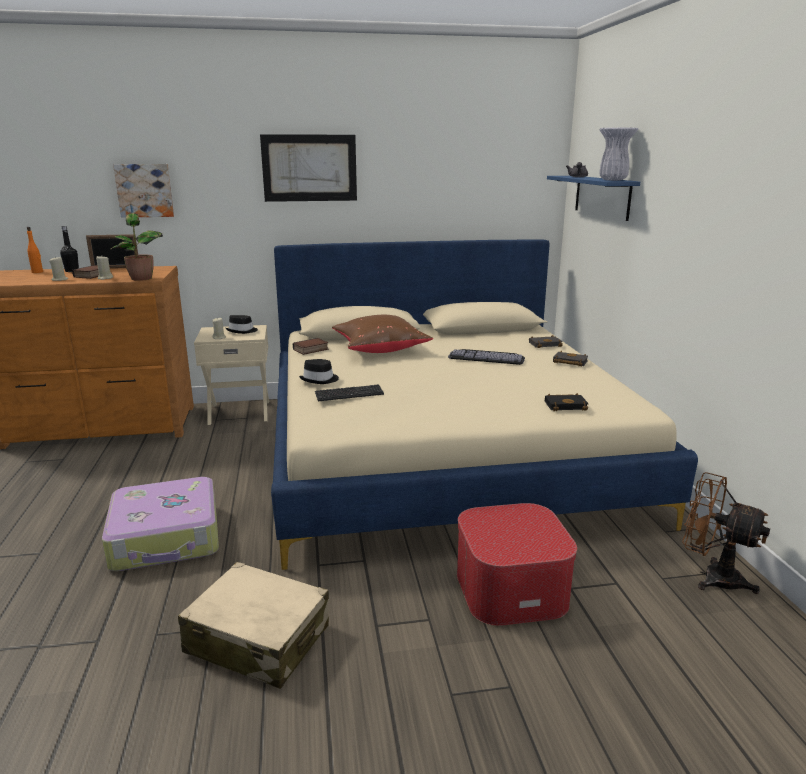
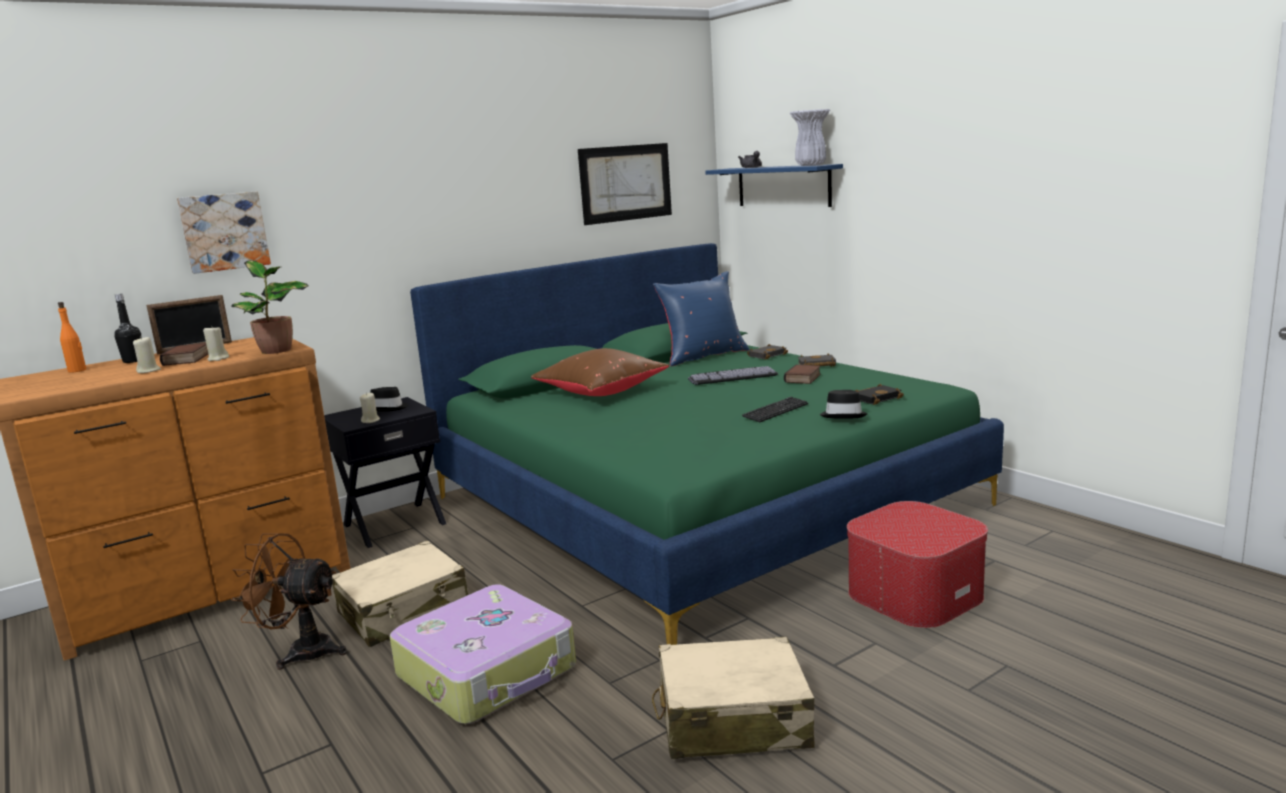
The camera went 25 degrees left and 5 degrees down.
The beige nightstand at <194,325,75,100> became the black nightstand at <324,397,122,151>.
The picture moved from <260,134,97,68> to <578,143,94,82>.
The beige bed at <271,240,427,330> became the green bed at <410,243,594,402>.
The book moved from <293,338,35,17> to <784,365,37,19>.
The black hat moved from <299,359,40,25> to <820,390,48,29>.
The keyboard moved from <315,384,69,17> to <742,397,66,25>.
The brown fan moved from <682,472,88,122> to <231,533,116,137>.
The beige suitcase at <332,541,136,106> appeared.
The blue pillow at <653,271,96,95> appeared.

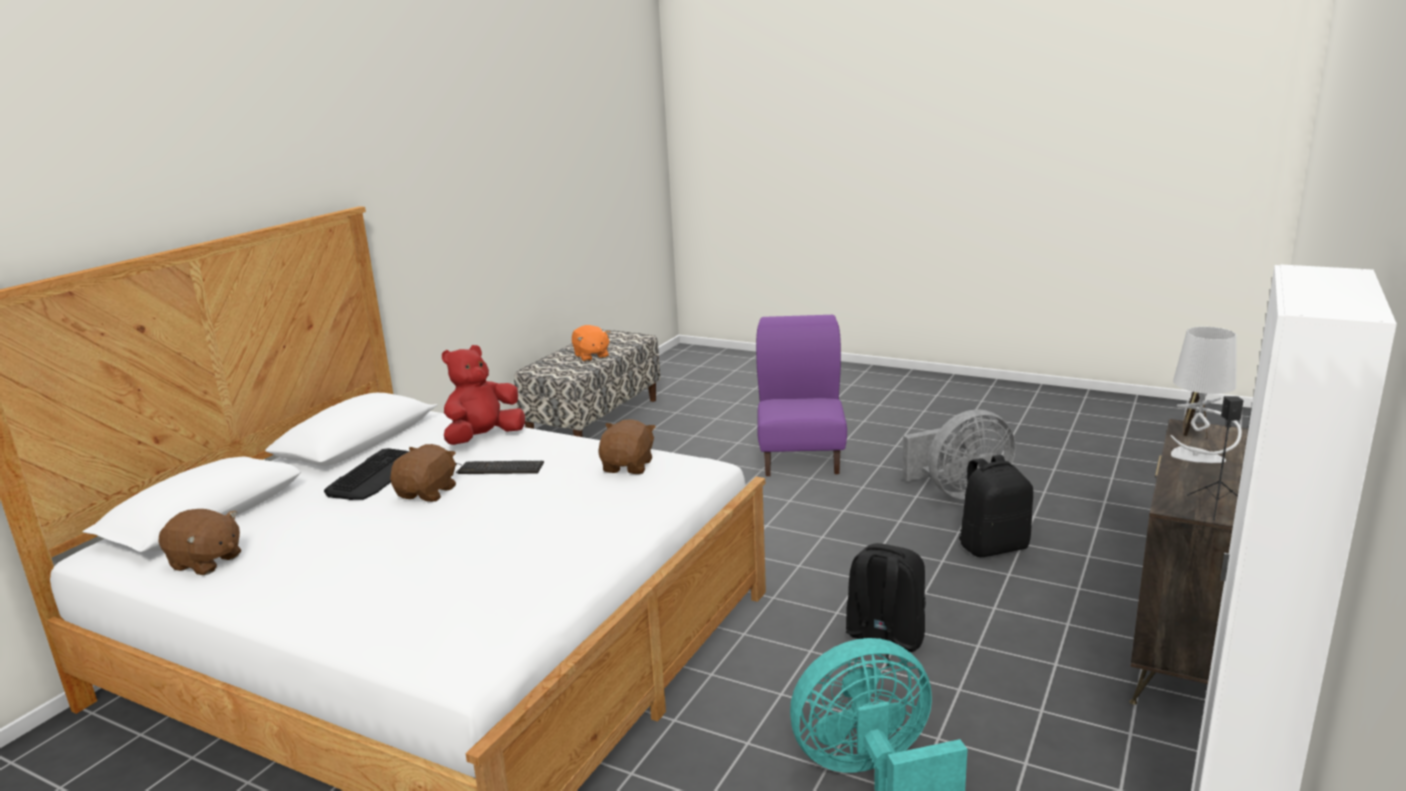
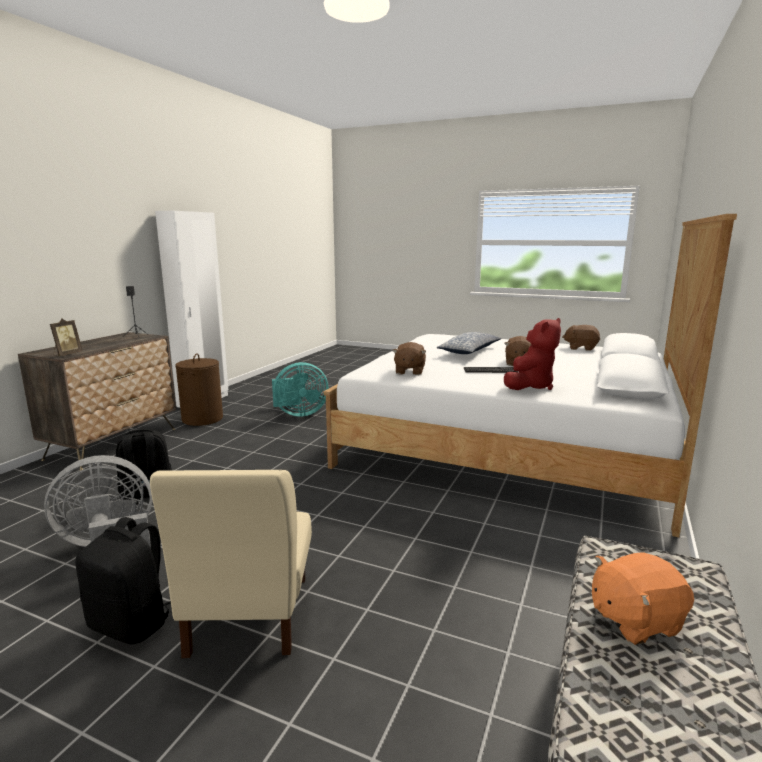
The camera went 175 degrees right and 5 degrees down.
The keyboard at <324,448,86,52> disappeared.
The orange plush toy at <572,325,38,36> turned 75 degrees counterclockwise.
The purple chair at <756,315,91,161> became the beige chair at <150,470,162,188>.
The black backpack moved from <846,543,80,123> to <75,517,96,127>.
The grey table lamp at <1170,327,72,136> disappeared.
The brown laundry basket at <175,353,48,73> appeared.
The pillow at <437,332,64,22> appeared.

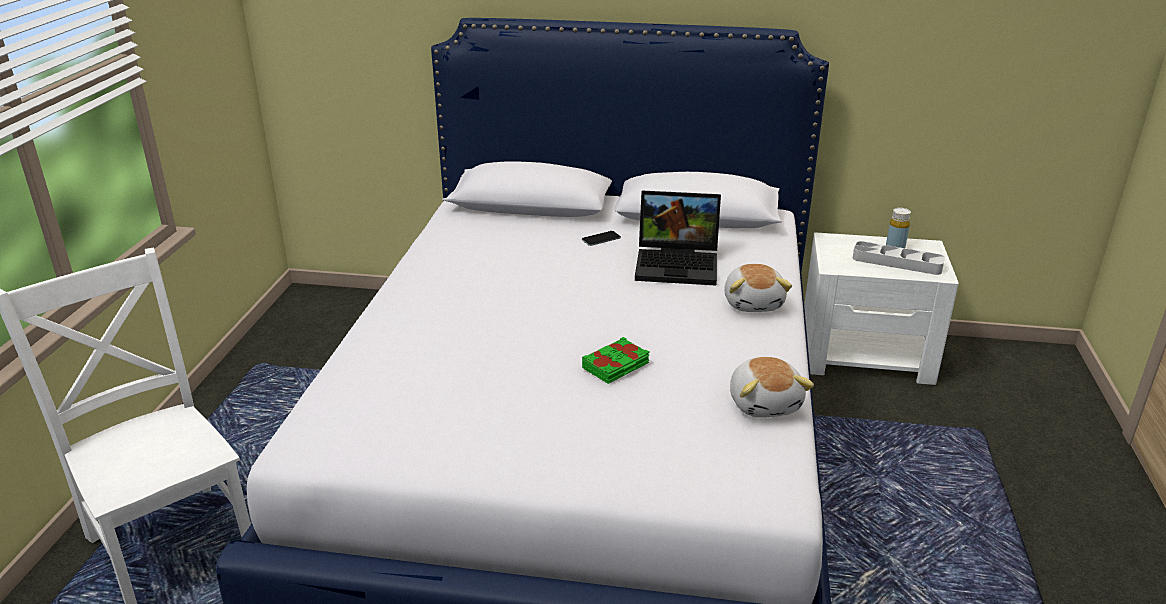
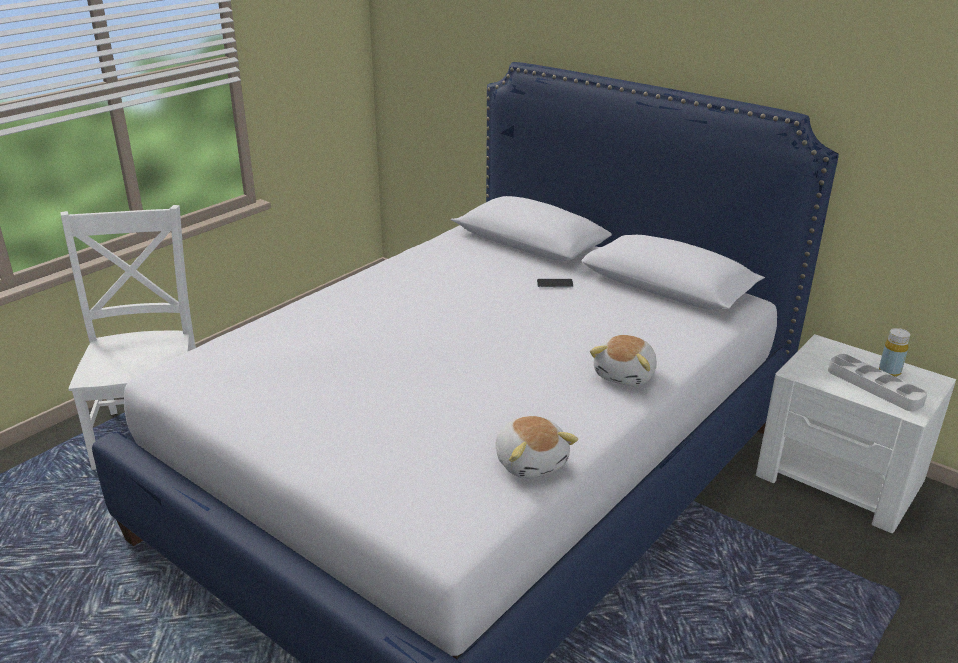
The camera went 30 degrees right and 0 degrees up.
The green book at <582,337,68,47> disappeared.
The laptop at <635,191,86,94> disappeared.
The plush toy at <730,357,84,60> turned 45 degrees counterclockwise.

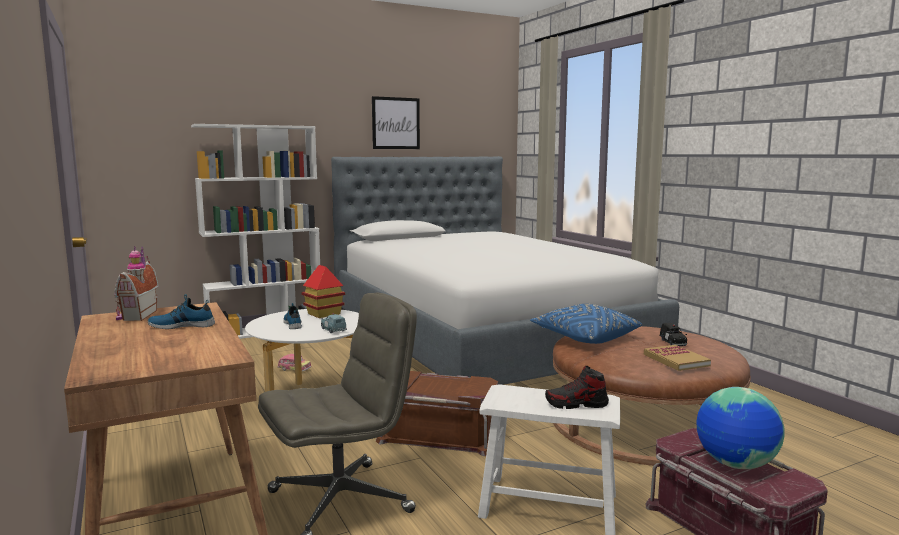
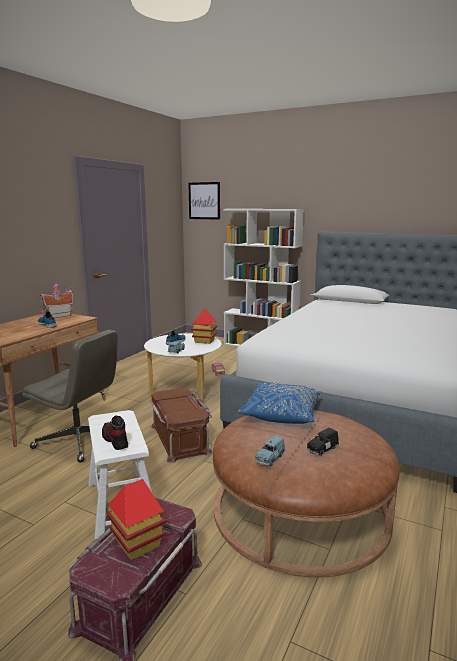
The camera went 55 degrees right and 5 degrees up.
The picture moved from <372,96,48,53> to <189,182,31,38>.
The book at <644,345,67,26> was replaced by the blue toy car at <255,435,30,31>.
The globe at <696,387,89,82> was replaced by the toy house at <107,479,59,81>.

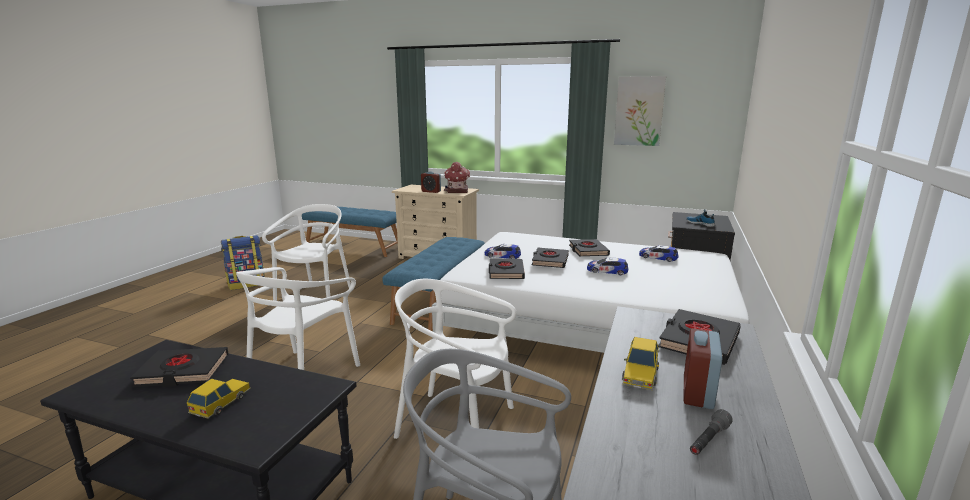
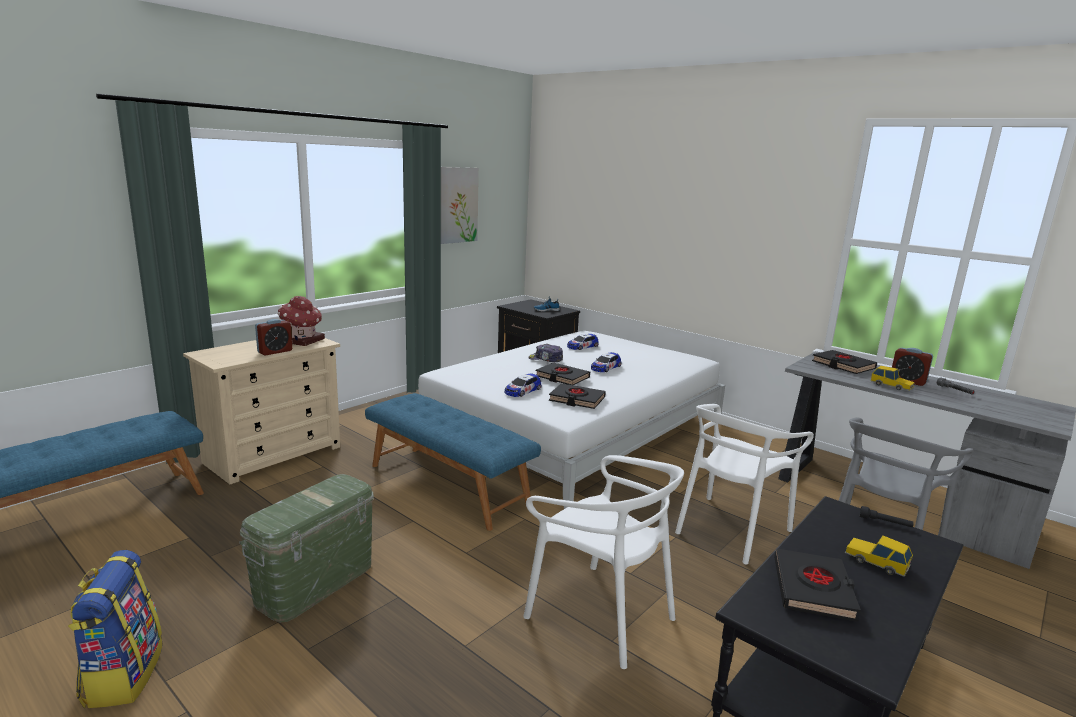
The camera went 70 degrees left and 0 degrees up.
The white chair at <262,204,89,97> was replaced by the green storage box at <239,474,135,149>.
The black book at <569,239,41,17> was replaced by the cap at <528,344,35,18>.
The black flashlight at <859,506,55,21> appeared.

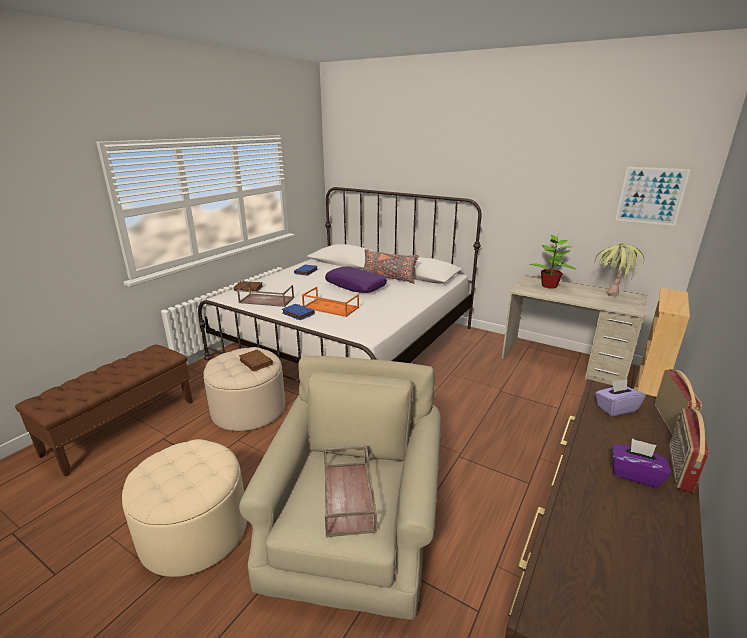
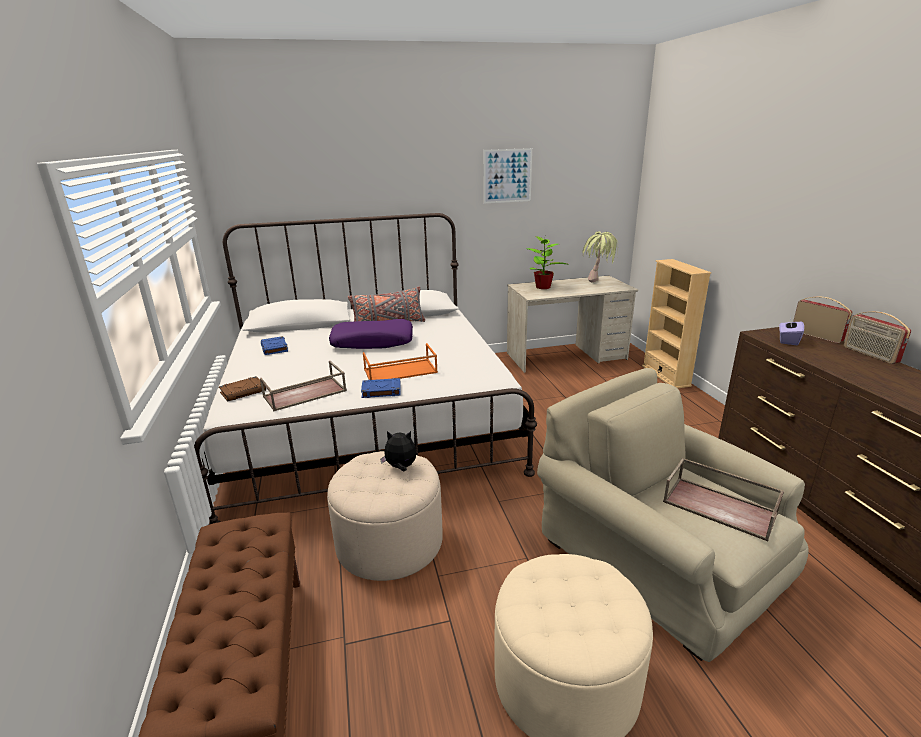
The camera went 45 degrees left and 0 degrees up.
The brown book at <239,349,34,23> was replaced by the plush toy at <380,431,36,40>.
The purple tissue box at <612,438,59,50> disappeared.
The picture moved from <615,167,76,59> to <484,148,48,55>.

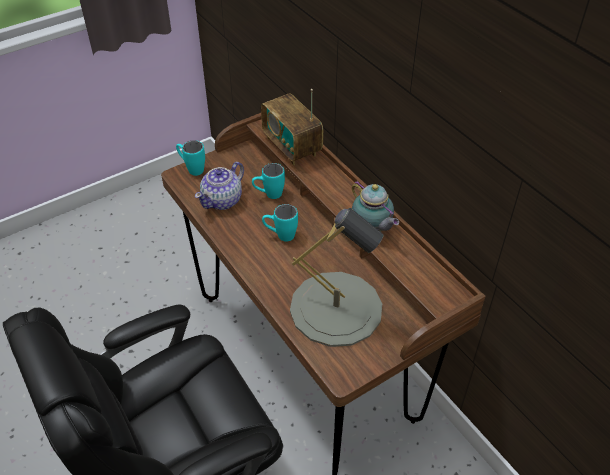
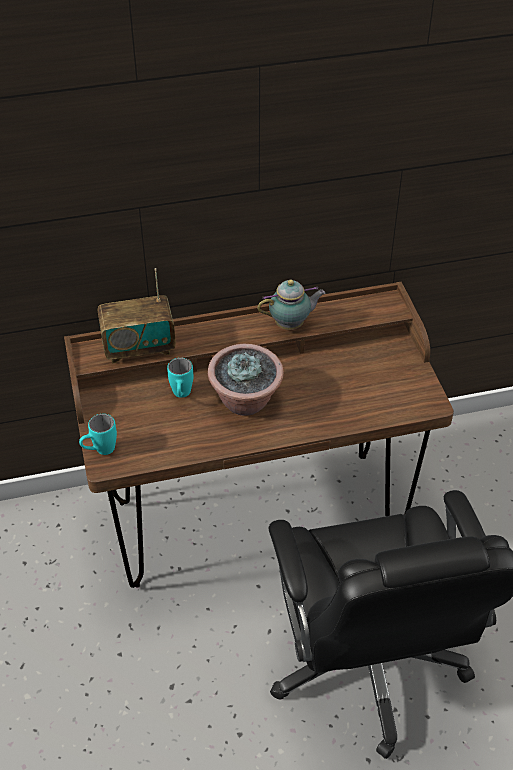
The camera went 70 degrees left and 0 degrees up.
The teapot at <195,162,49,48> disappeared.
The turquoise mug at <262,204,36,37> was replaced by the potted plant at <208,344,76,72>.
The grey table lamp at <290,208,94,139> disappeared.

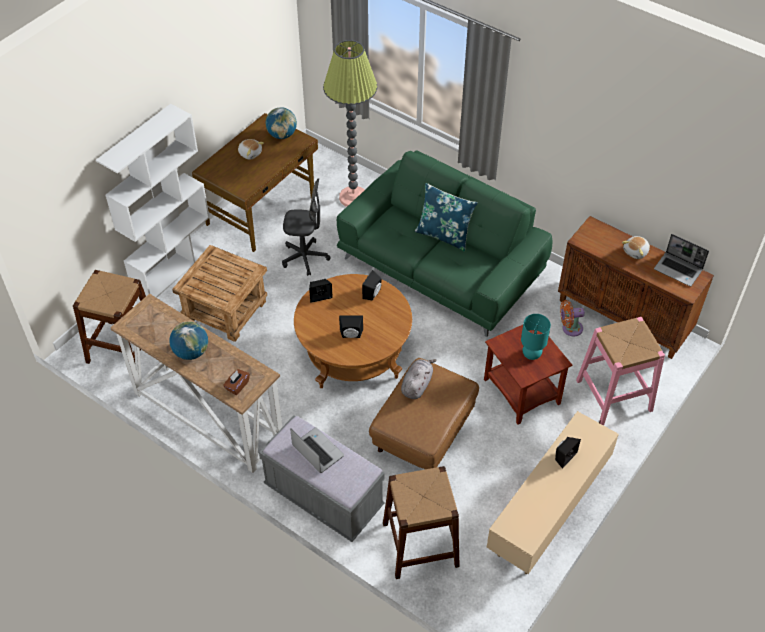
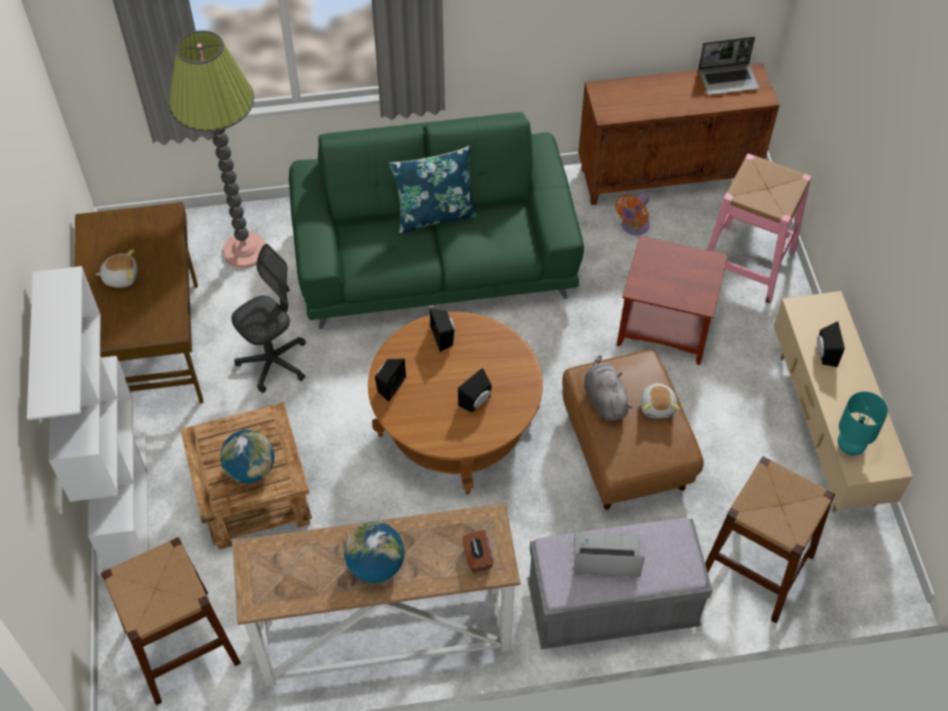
The camera went 45 degrees left and 5 degrees up.
The globe moved from <266,107,31,32> to <220,430,54,54>.
The turquoise table lamp moved from <521,314,30,46> to <838,392,50,63>.
The plush toy moved from <622,236,28,23> to <640,382,40,36>.

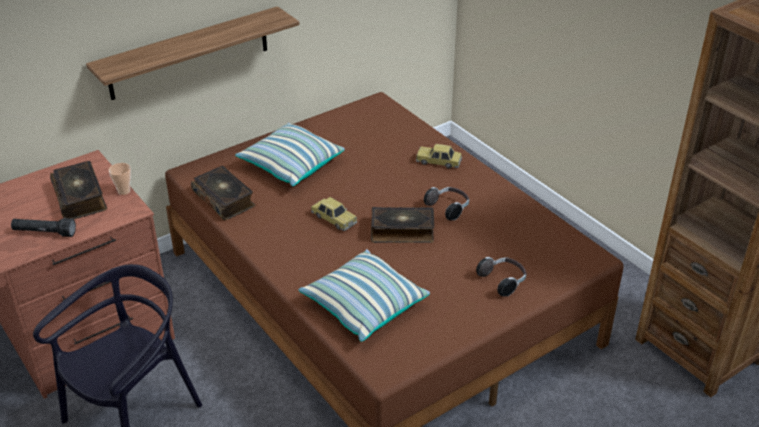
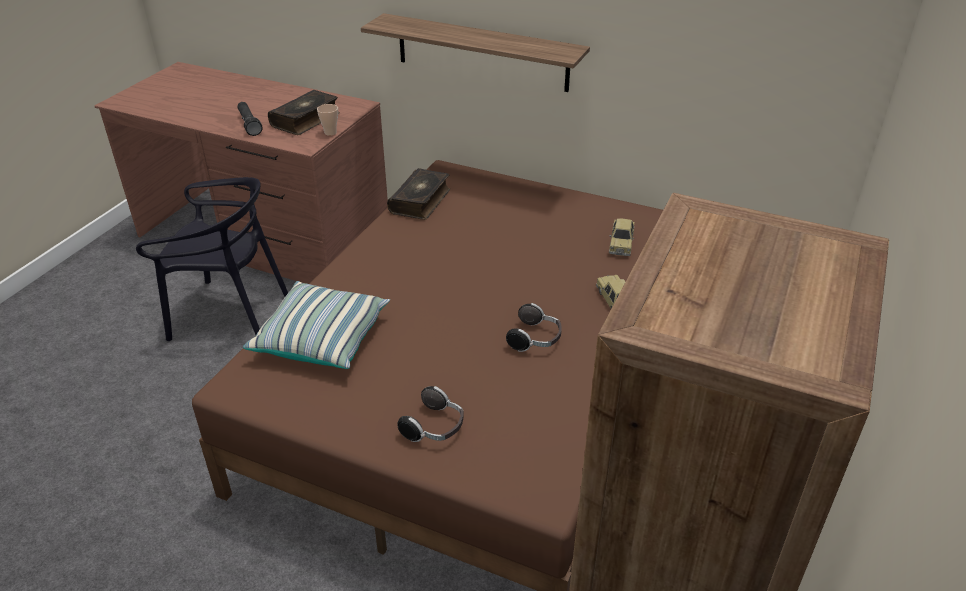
The camera went 60 degrees right and 0 degrees up.
The pillow at <235,123,110,63> disappeared.
The toy car moved from <311,197,46,34> to <609,218,25,38>.
The book at <371,207,63,36> disappeared.

